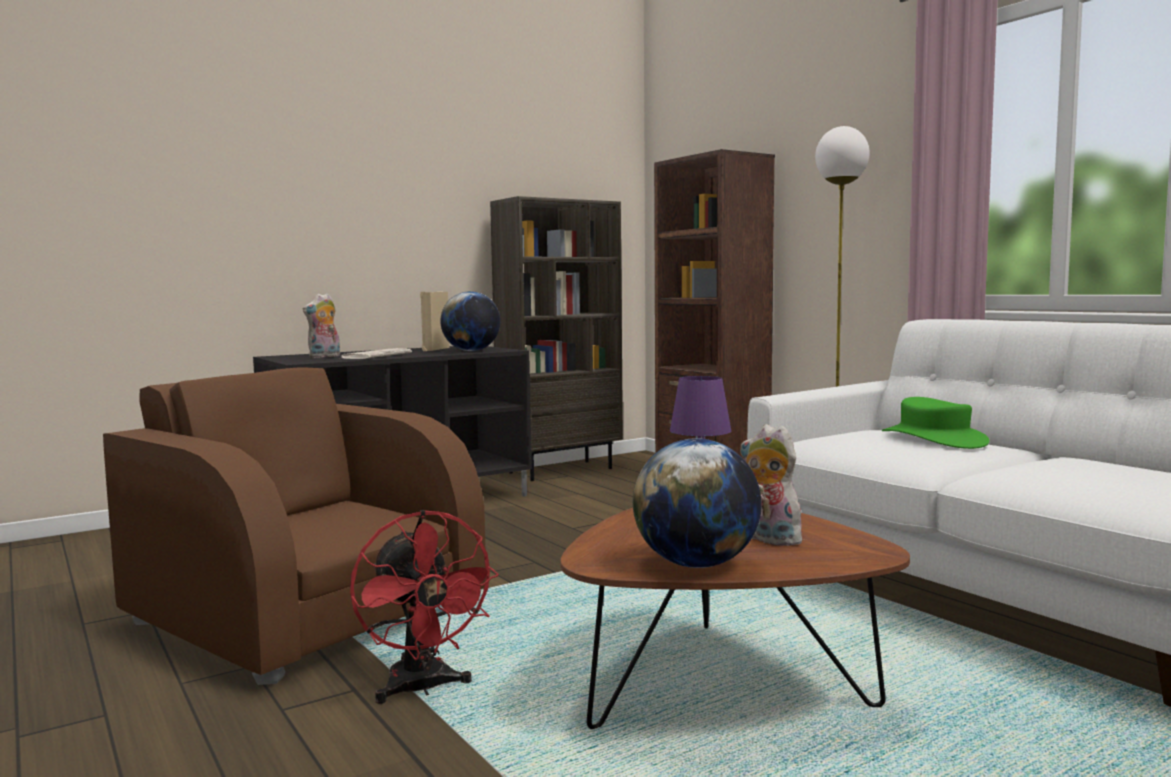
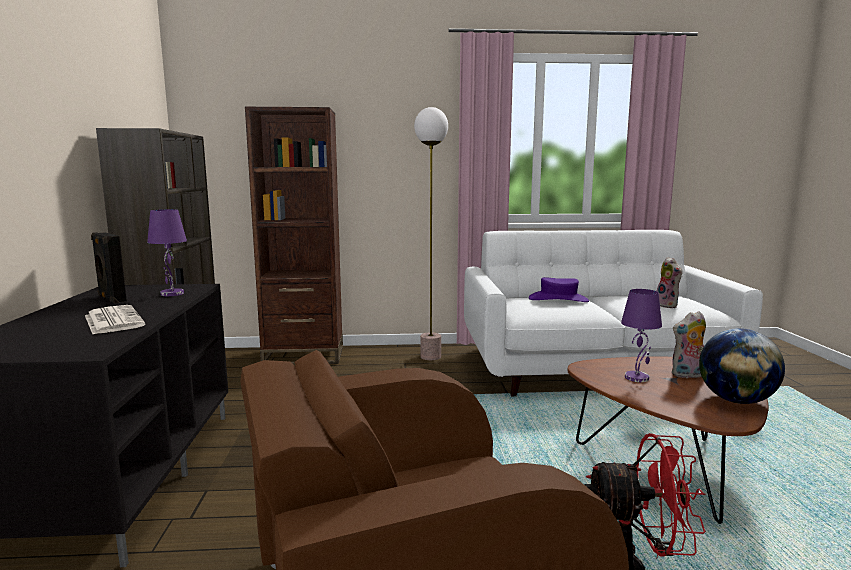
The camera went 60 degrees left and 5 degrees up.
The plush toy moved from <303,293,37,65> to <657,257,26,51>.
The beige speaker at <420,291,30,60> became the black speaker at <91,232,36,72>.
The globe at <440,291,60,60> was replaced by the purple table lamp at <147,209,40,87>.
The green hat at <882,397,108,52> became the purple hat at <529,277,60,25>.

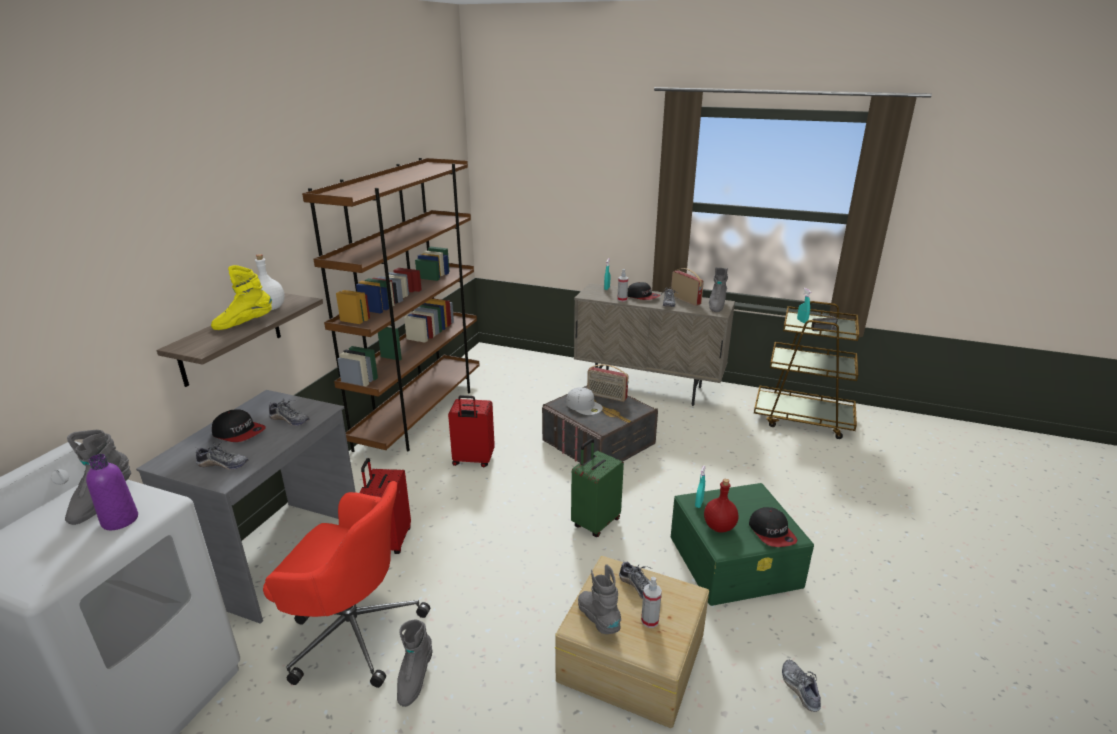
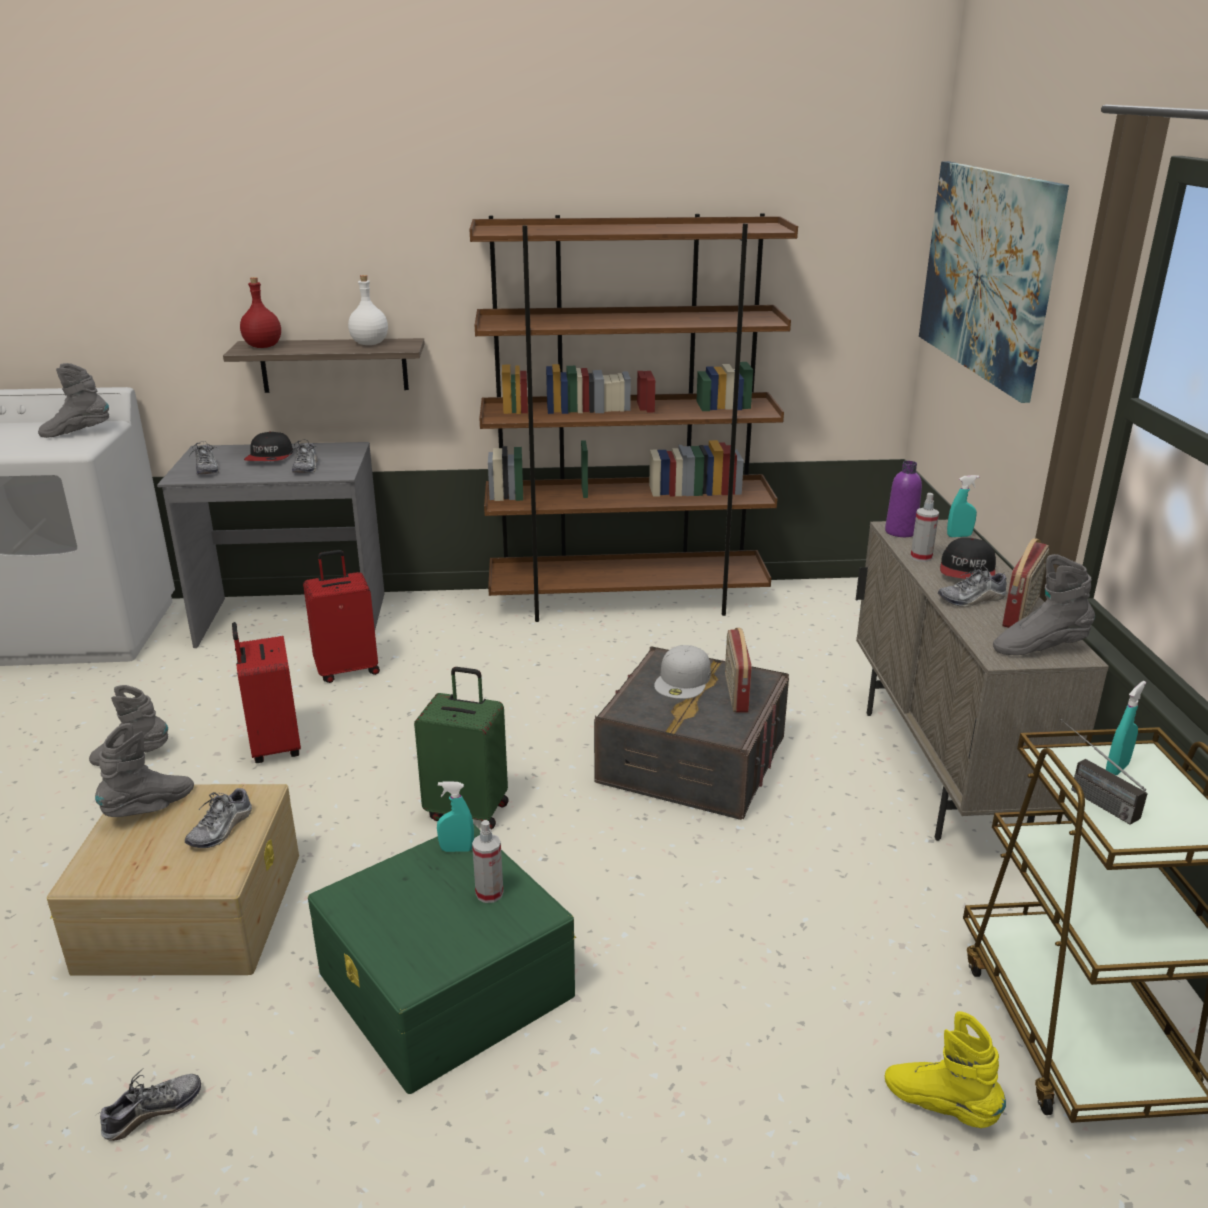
The camera went 65 degrees right and 0 degrees up.
The purple bottle moved from <86,454,52,76> to <885,461,37,76>.
The yellow boot moved from <211,265,61,65> to <885,1011,121,117>.
The red office chair at <263,481,167,207> disappeared.
The red suitcase moved from <448,395,47,72> to <232,622,69,141>.
The spray bottle moved from <641,576,21,52> to <472,820,32,83>.
The red bottle moved from <704,479,35,53> to <240,277,41,71>.
The cap at <749,507,49,40> disappeared.
The picture at <919,161,150,242> appeared.

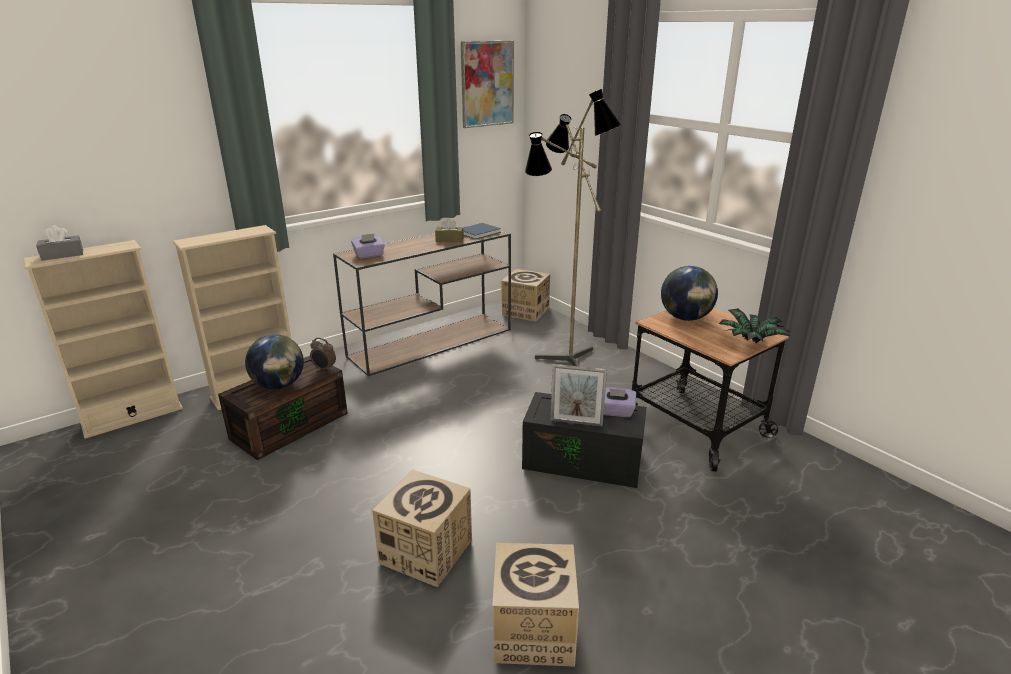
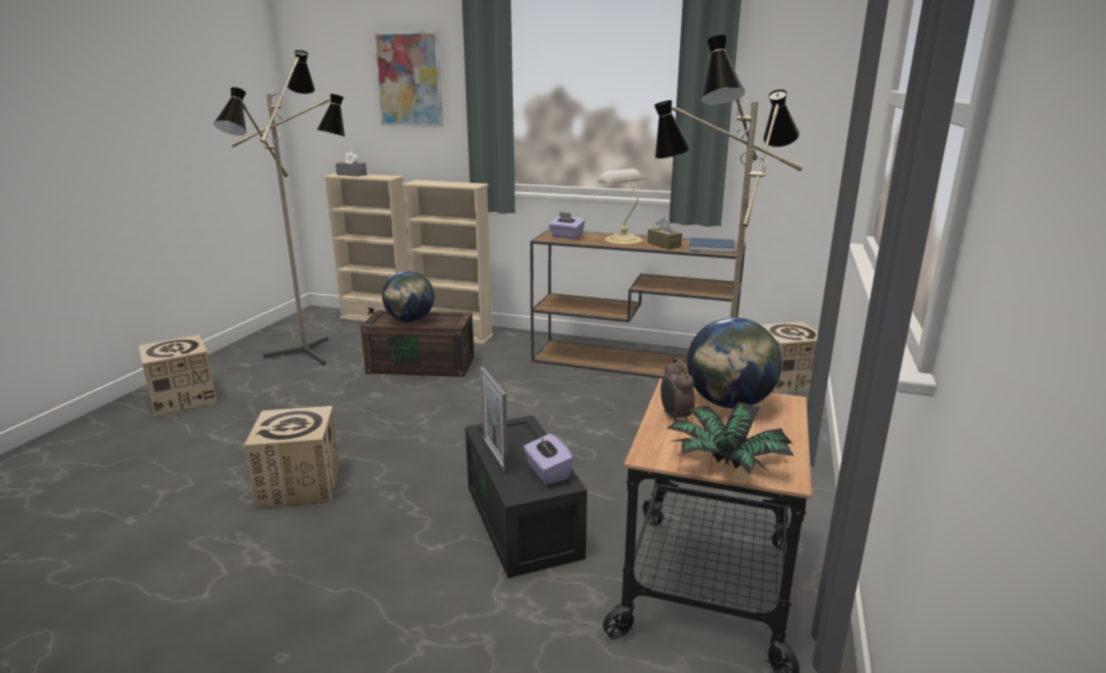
The camera went 55 degrees right and 5 degrees down.
The alarm clock moved from <310,338,26,34> to <661,358,34,63>.
The picture moved from <461,41,53,87> to <373,31,70,96>.
The cardboard box moved from <492,543,87,124> to <138,335,79,81>.
The floor lamp at <214,50,131,315> appeared.
The table lamp at <597,169,52,76> appeared.

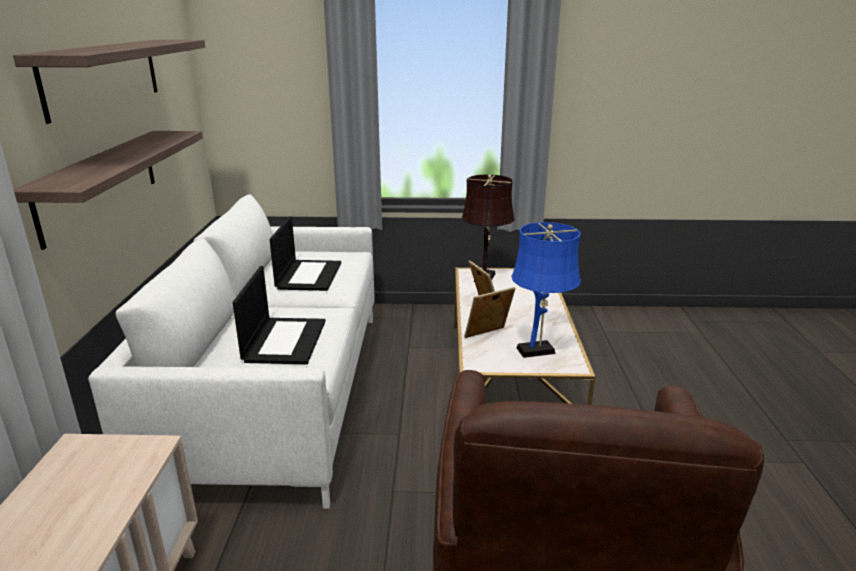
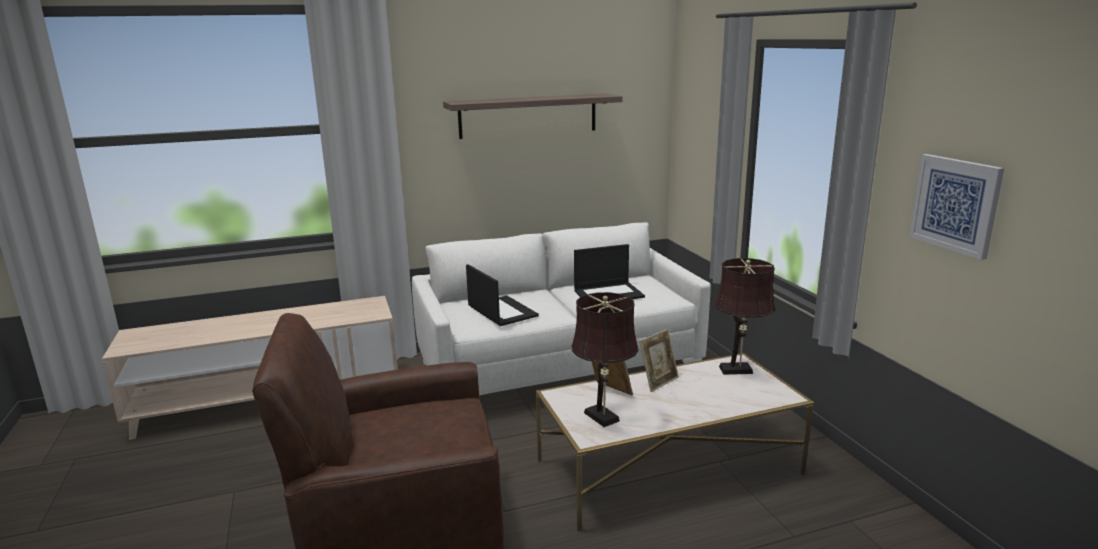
The camera went 70 degrees right and 5 degrees down.
The shelf at <13,131,190,119> disappeared.
The laptop at <233,266,93,98> turned 105 degrees counterclockwise.
The blue table lamp at <511,222,70,136> became the brown table lamp at <572,292,67,135>.
The picture at <909,154,95,106> appeared.

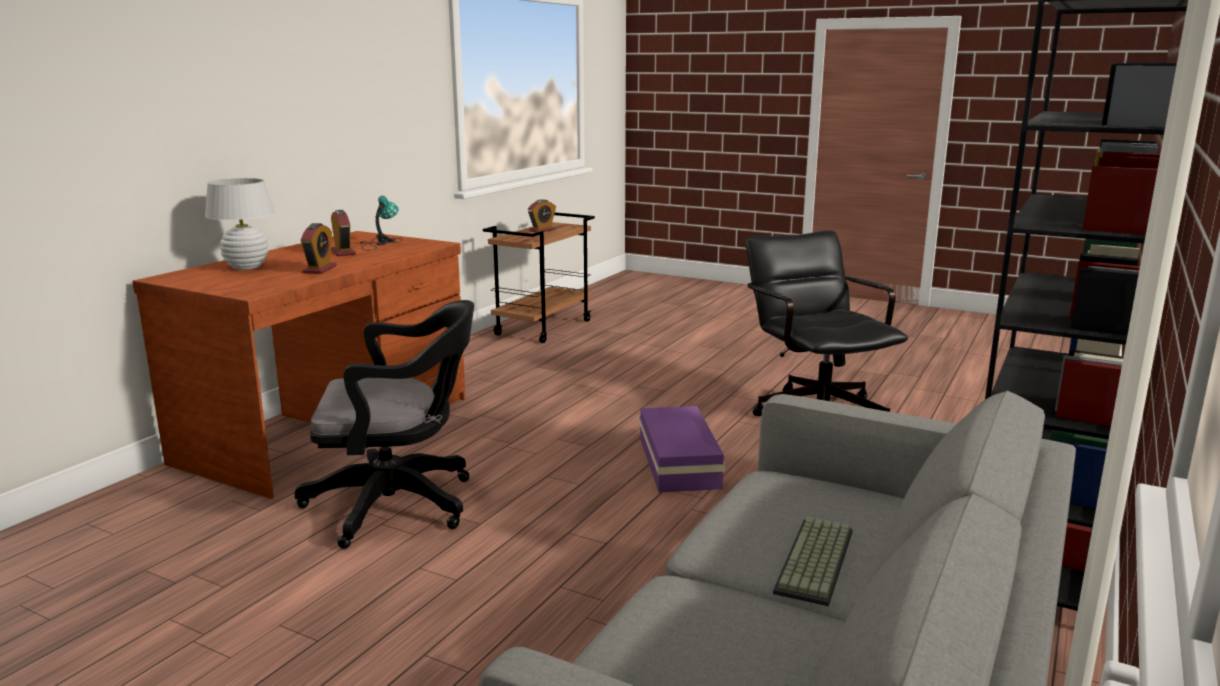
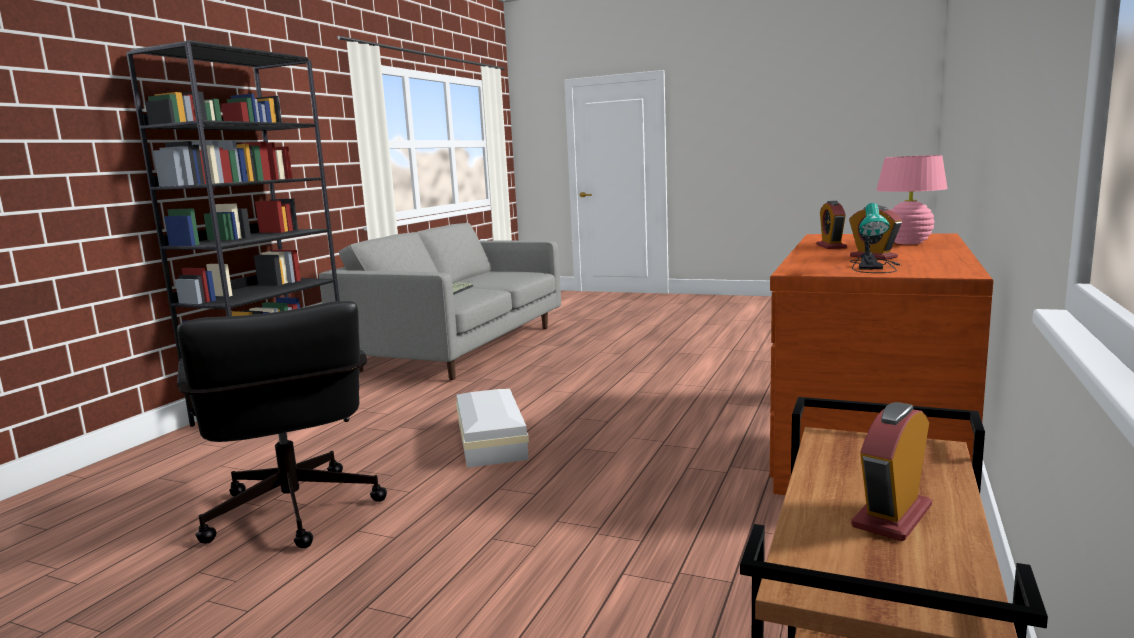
The camera went 175 degrees right and 5 degrees down.
The white table lamp at <205,178,70,92> became the pink table lamp at <876,155,72,90>.
The black office chair at <295,300,179,249> disappeared.
The purple storage box at <639,406,86,86> became the white storage box at <456,389,73,79>.

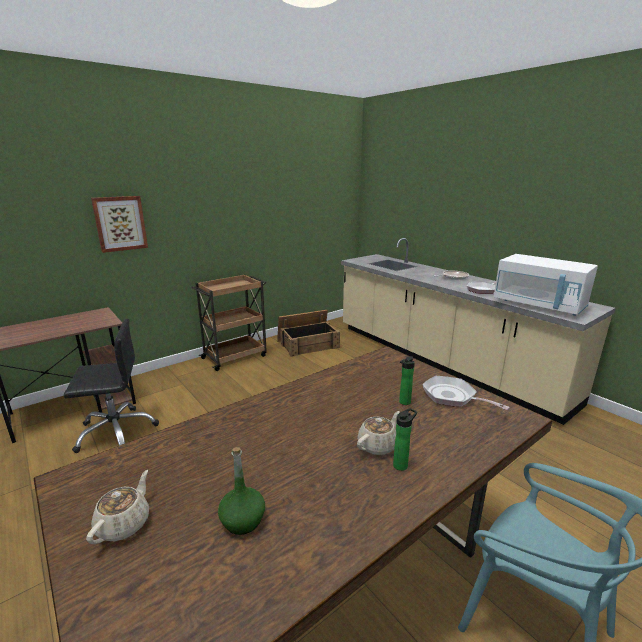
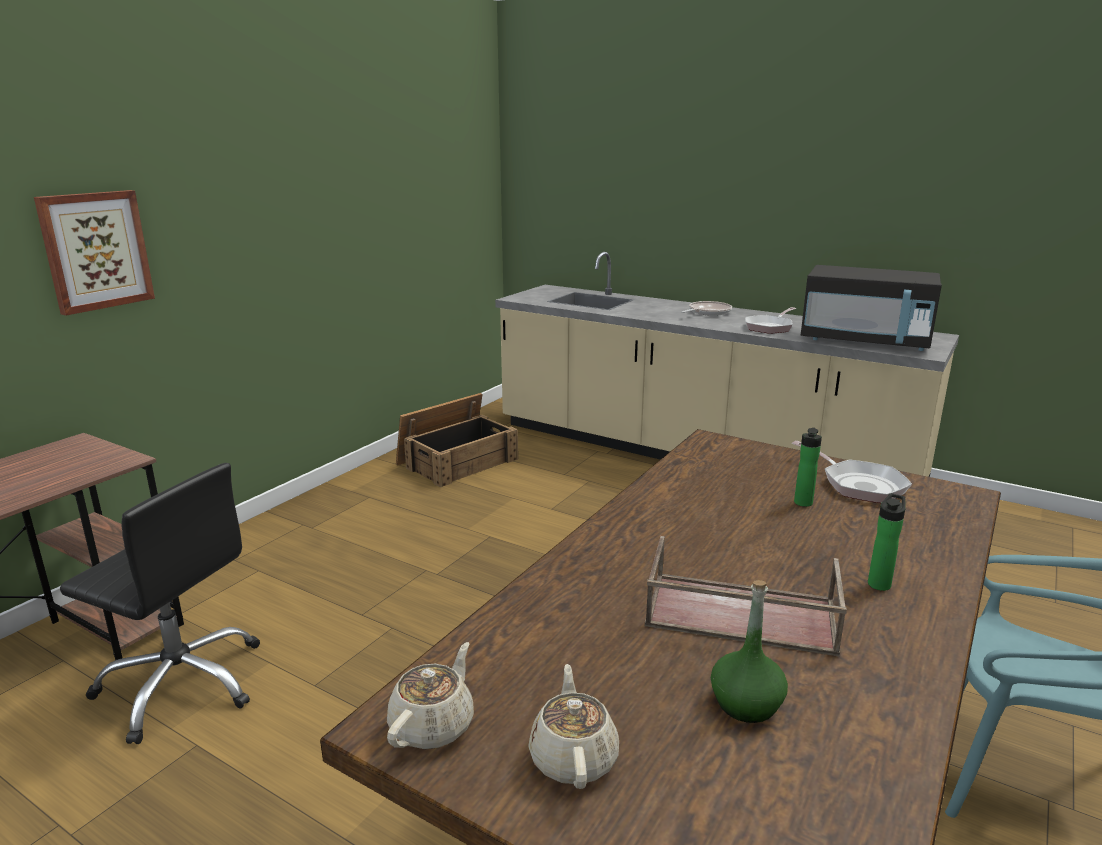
The camera went 20 degrees left and 0 degrees up.
The black office chair at <64,319,95,134> turned 60 degrees clockwise.
The brown cart at <191,274,76,97> disappeared.
The beige teapot moved from <357,411,43,44> to <387,642,87,107>.
The frying pan at <422,376,88,34> turned 150 degrees counterclockwise.
The white microwave at <494,254,104,62> became the black microwave at <801,265,141,86>.
The brown tray at <645,536,202,121> appeared.

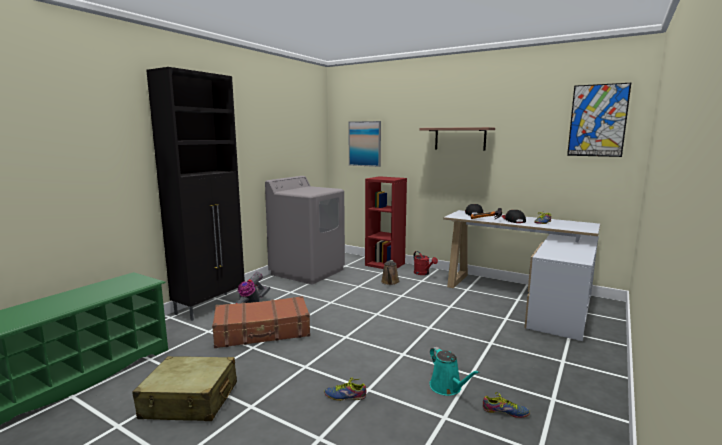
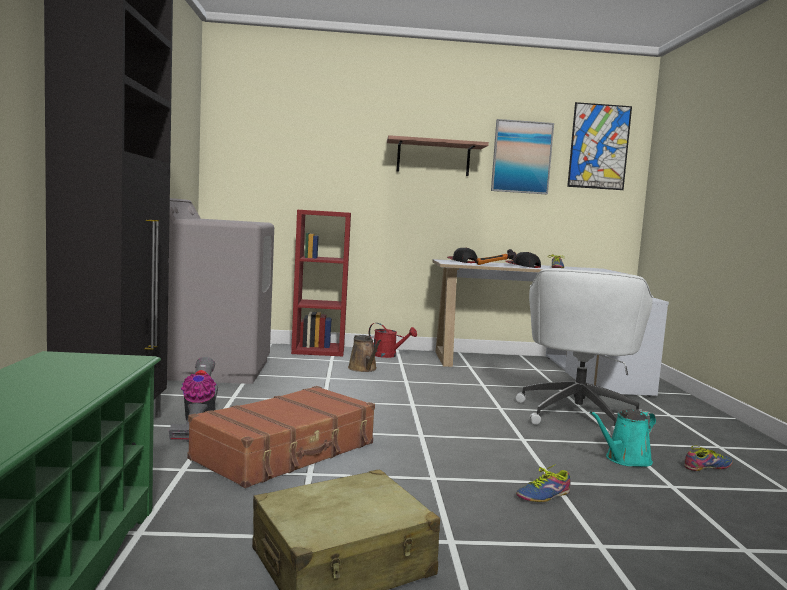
The camera went 35 degrees left and 5 degrees down.
The picture moved from <348,121,33,46> to <491,119,63,75>.
The turquoise watering can at <430,347,50,49> turned 120 degrees clockwise.
The white office chair at <515,268,138,168> appeared.

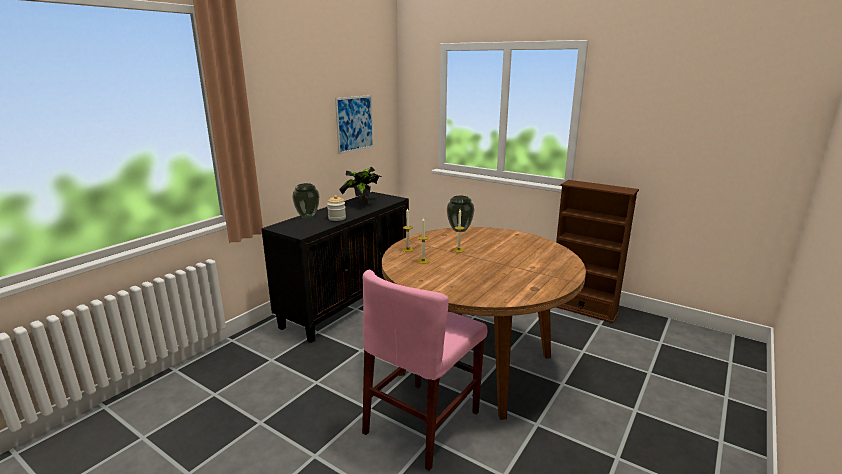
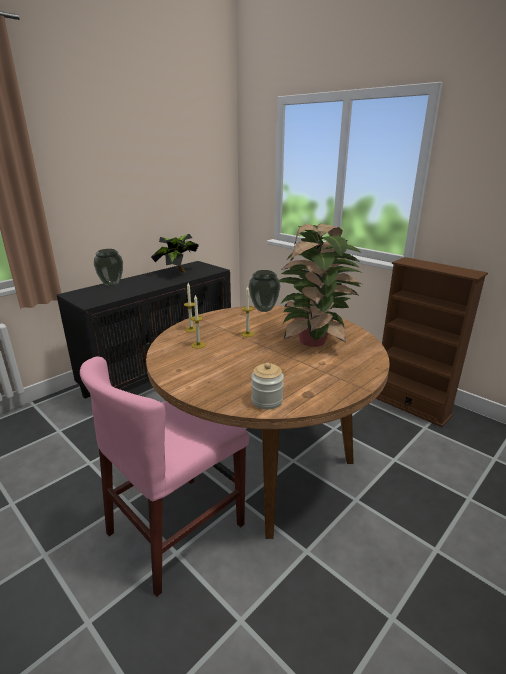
The camera went 10 degrees right and 5 degrees up.
The jar moved from <327,195,19,26> to <251,363,33,46>.
The picture at <335,95,39,59> disappeared.
The potted plant at <277,224,87,123> appeared.

